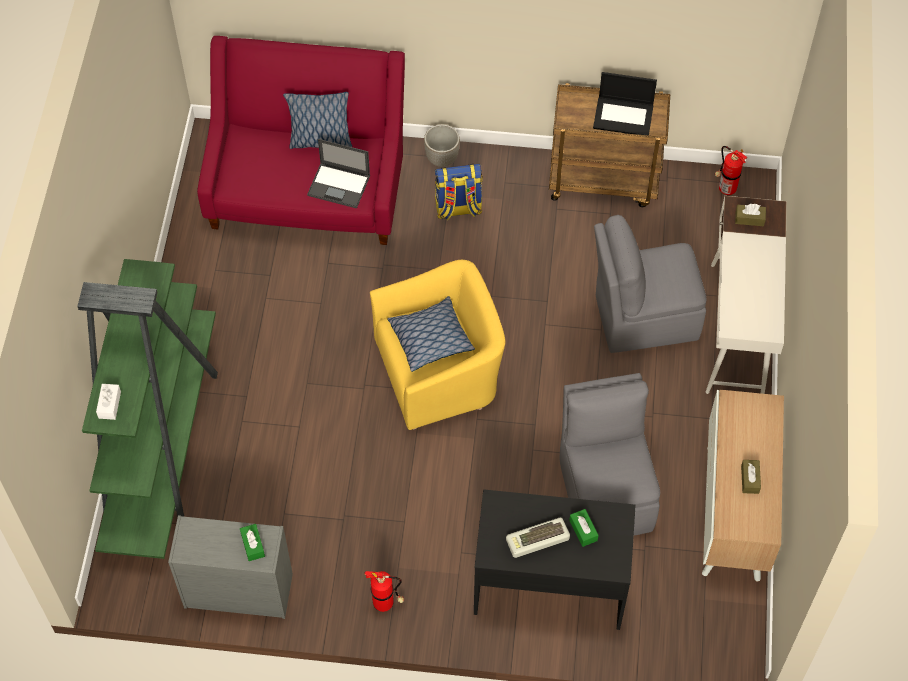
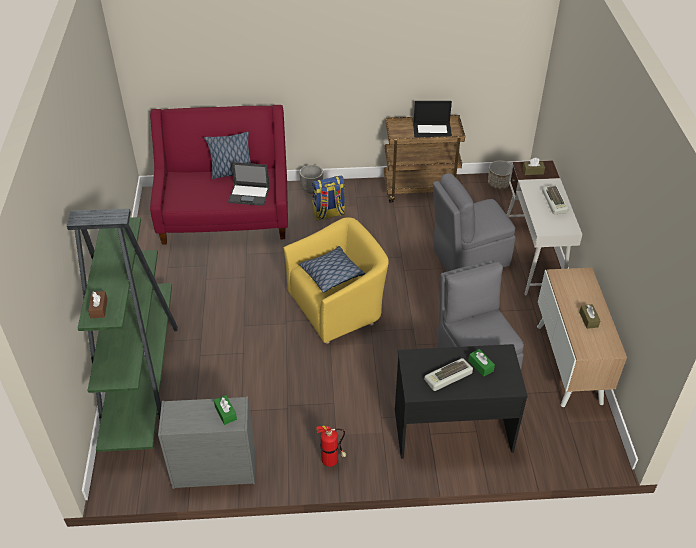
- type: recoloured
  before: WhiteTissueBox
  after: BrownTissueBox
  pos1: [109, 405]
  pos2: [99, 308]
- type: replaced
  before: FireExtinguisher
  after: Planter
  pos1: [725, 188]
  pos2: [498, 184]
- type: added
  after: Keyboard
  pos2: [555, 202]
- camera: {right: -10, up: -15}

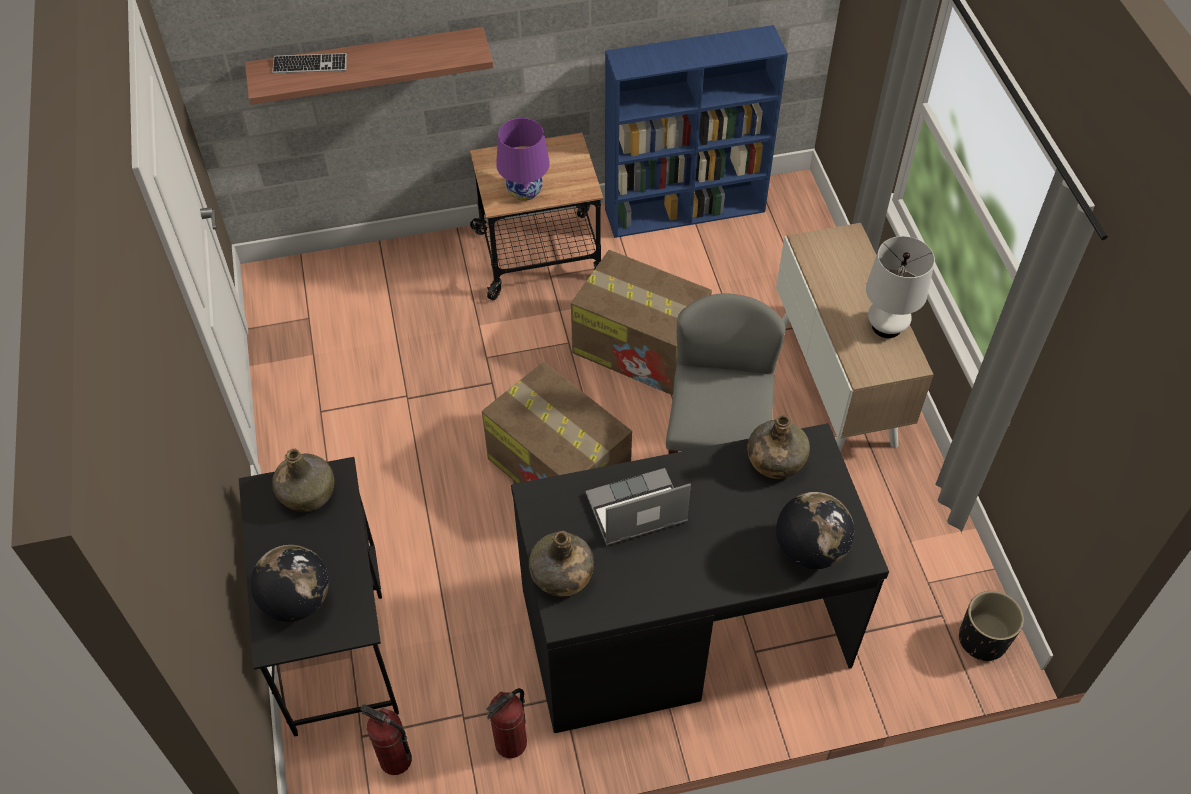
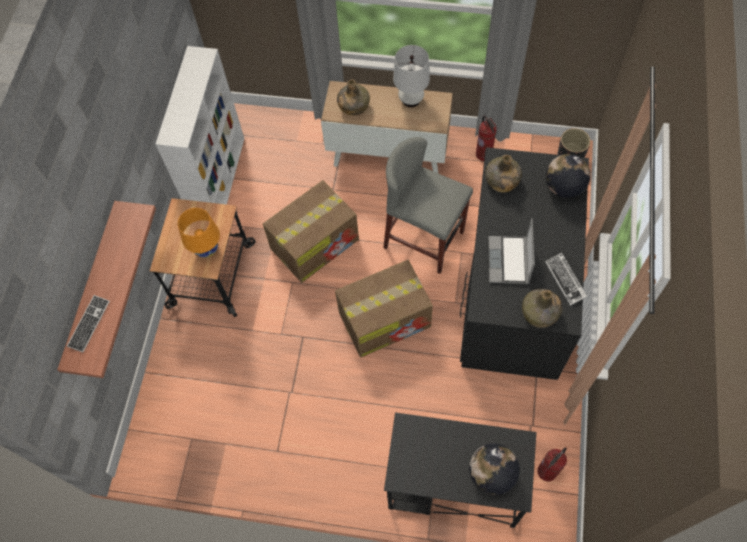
- type: recoloured
  before: BlueBookcase
  after: WhiteBookcase
  pos1: [686, 210]
  pos2: [219, 179]
- type: recoloured
  before: PurpleTableLamp
  after: OrangeTableLamp
  pos1: [525, 191]
  pos2: [206, 248]
- type: moved
  before: GreenBottle
  pos1: [307, 493]
  pos2: [353, 106]
- type: moved
  before: FireExtinguisher
  pos1: [511, 744]
  pos2: [484, 154]
- type: added
  after: Keyboard
  pos2: [565, 280]
- camera: {right: -65, up: 10}

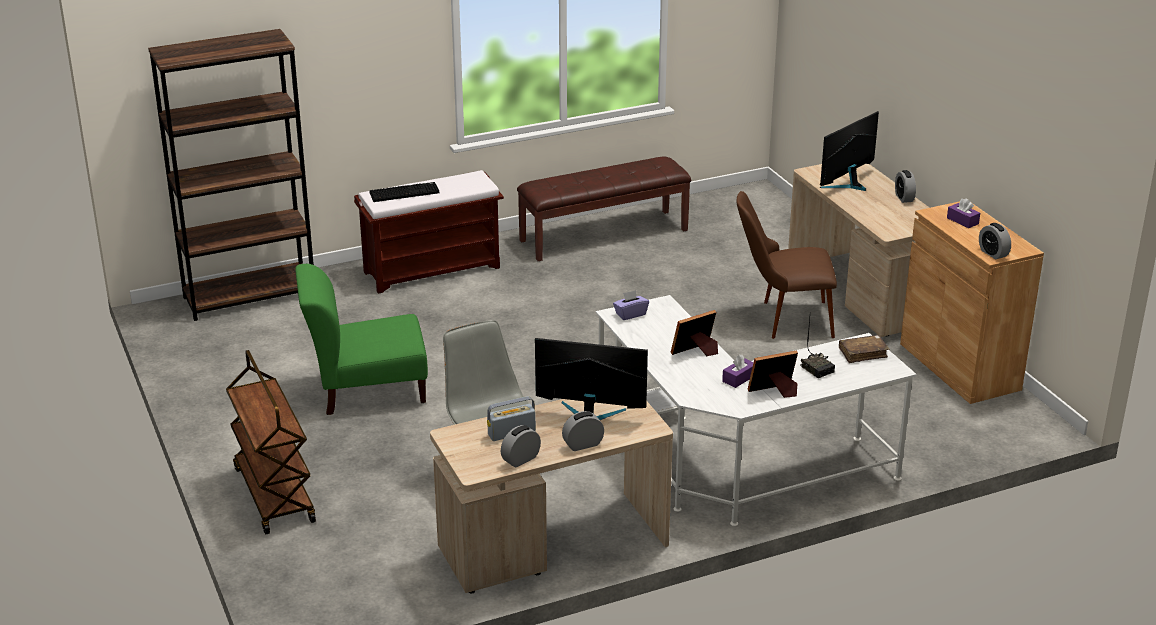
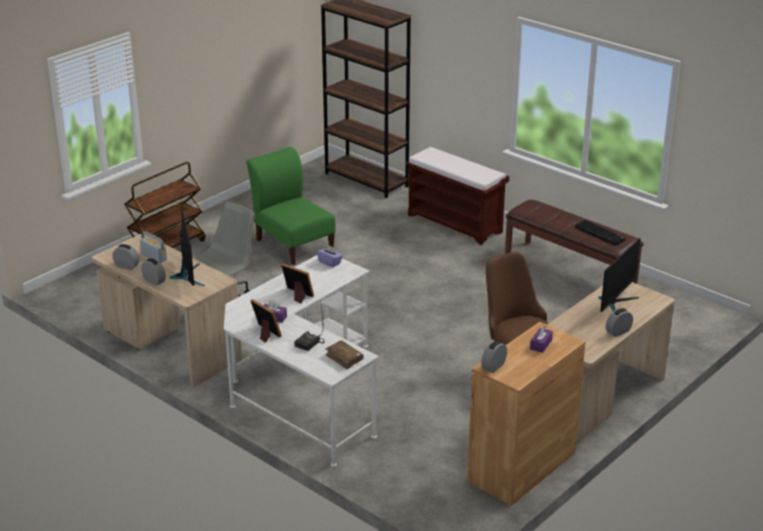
- type: moved
  before: Keyboard
  pos1: [405, 192]
  pos2: [600, 233]
- type: turned
  before: Monitor
  pos1: [848, 184]
  pos2: [615, 303]
  turn: 105
- camera: {right: 65, up: 0}

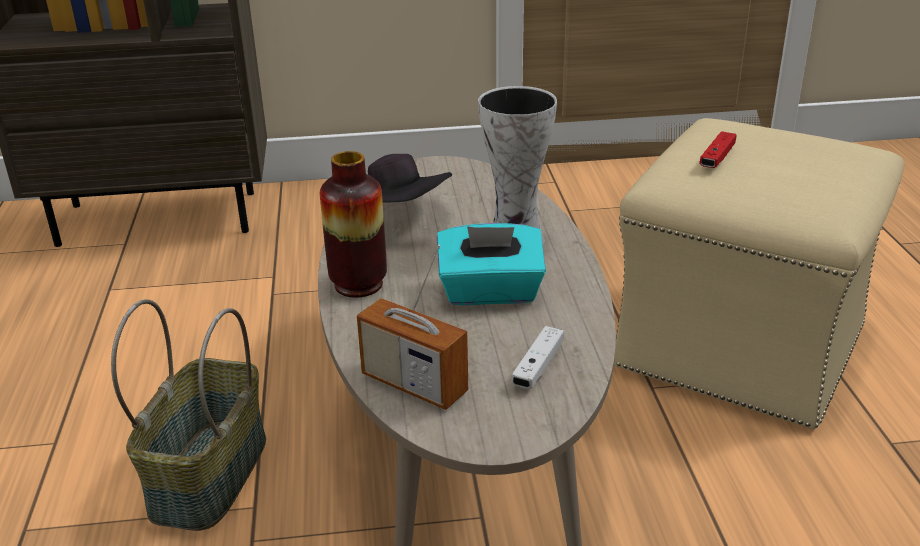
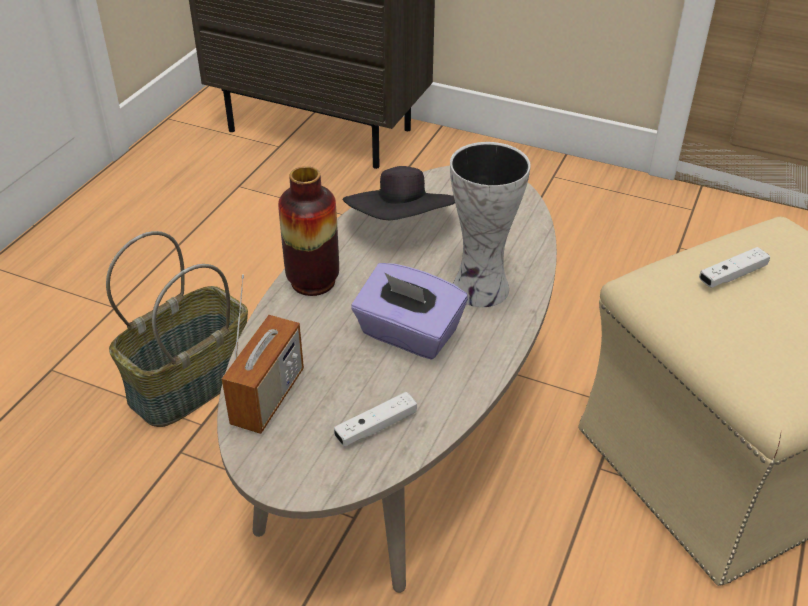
- type: turned
  before: Radio
  pos1: [414, 384]
  pos2: [268, 397]
  turn: -135
- type: recoloured
  before: TurquoiseTissueBox
  after: PurpleTissueBox
  pos1: [490, 292]
  pos2: [408, 334]
- type: recoloured
  before: RedGameController
  after: WhiteGameController
  pos1: [717, 158]
  pos2: [732, 275]
- camera: {right: 30, up: 10}

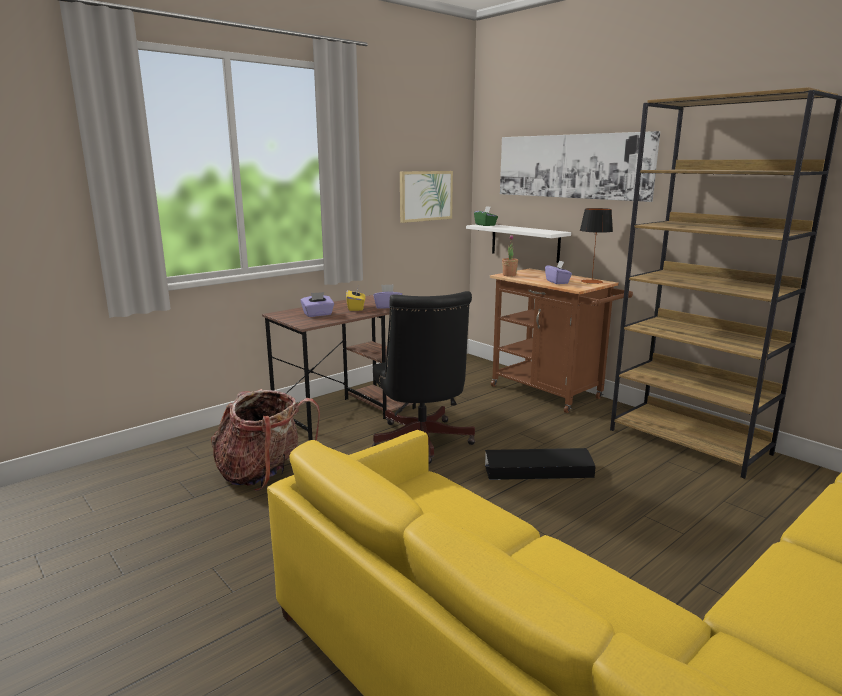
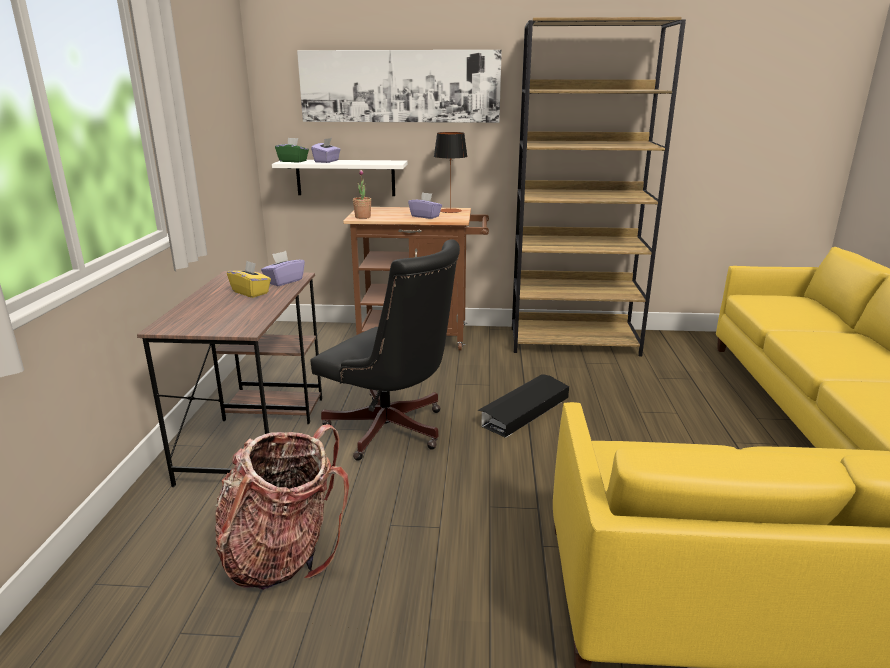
- type: moved
  before: PurpleTissueBox
  pos1: [318, 314]
  pos2: [327, 161]
- type: removed
  before: Picture
  pos1: [425, 196]
- camera: {right: -45, up: 5}

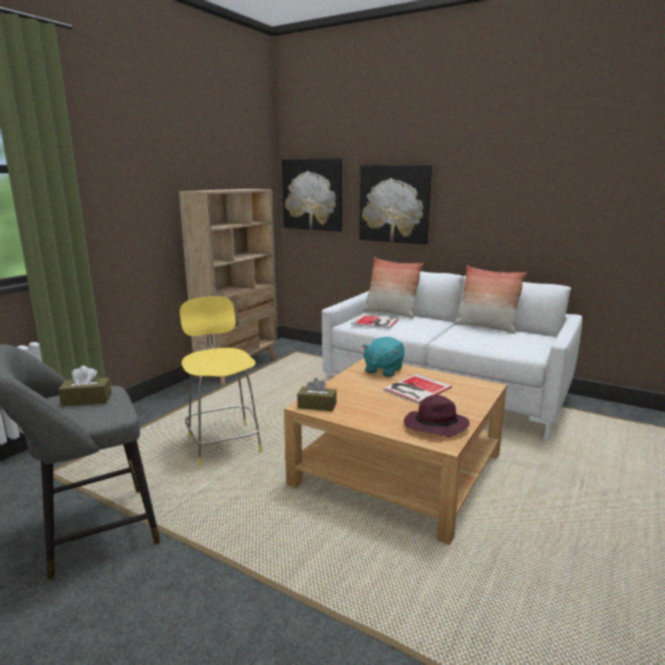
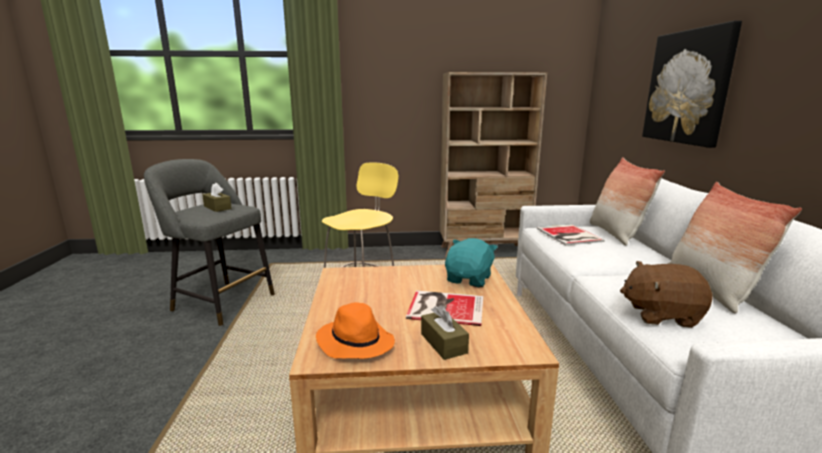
- type: recoloured
  before: PurpleHat
  after: OrangeHat
  pos1: [434, 426]
  pos2: [355, 342]
- type: moved
  before: BrownTissueBox
  pos1: [317, 405]
  pos2: [443, 343]
- type: turned
  before: TurquoisePlushToy
  pos1: [383, 370]
  pos2: [469, 279]
  turn: 120
- type: added
  after: BrownPlushToy
  pos2: [661, 314]
- type: removed
  before: Picture
  pos1: [313, 194]
- camera: {right: 55, up: 0}

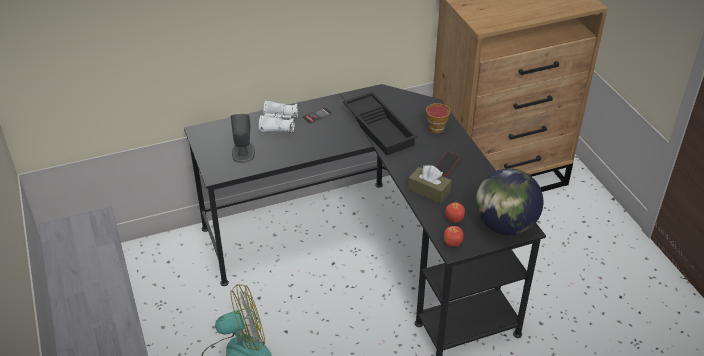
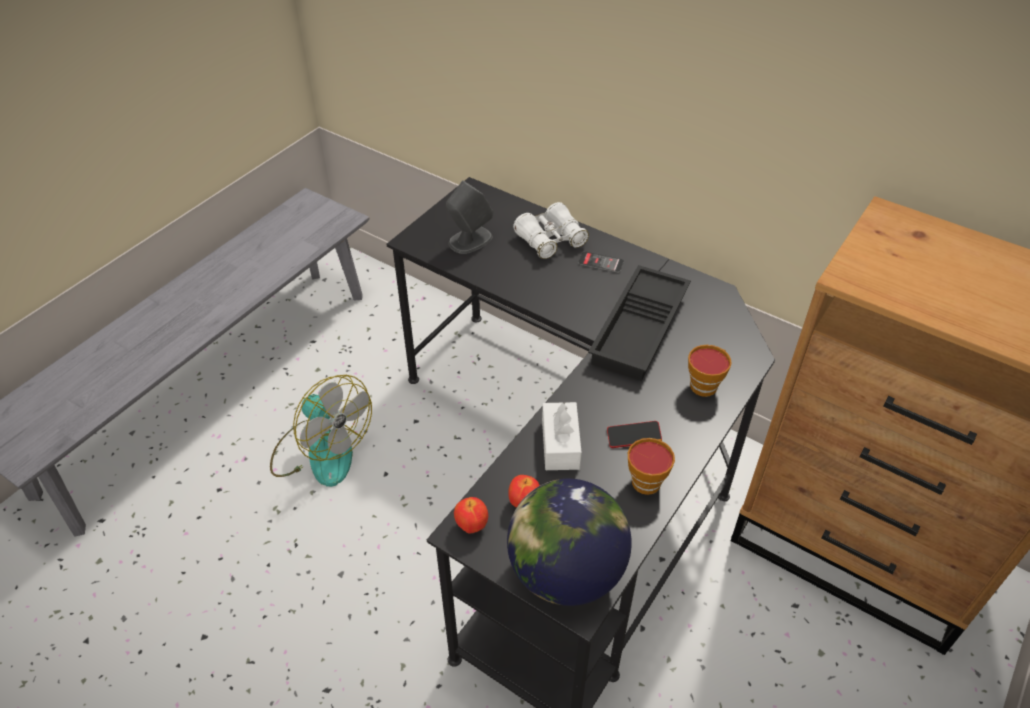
- type: recoloured
  before: BrownTissueBox
  after: WhiteTissueBox
  pos1: [429, 191]
  pos2: [560, 444]
- type: added
  after: Cup
  pos2: [647, 479]
- camera: {right: 55, up: 5}

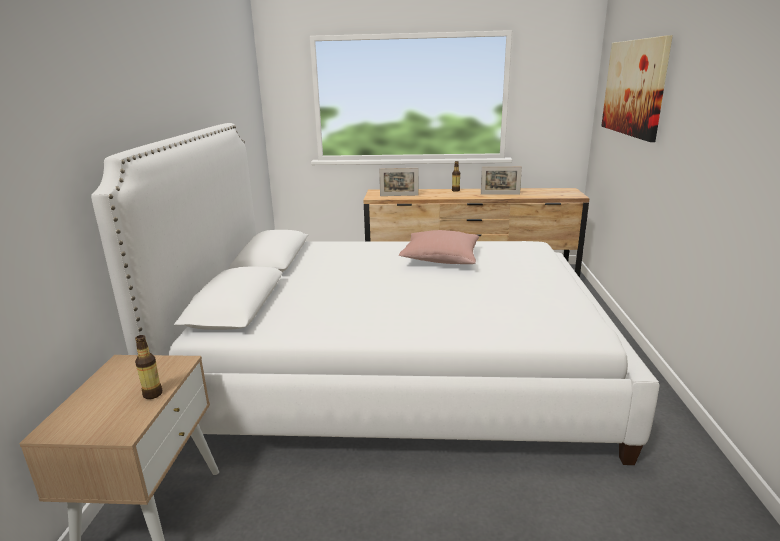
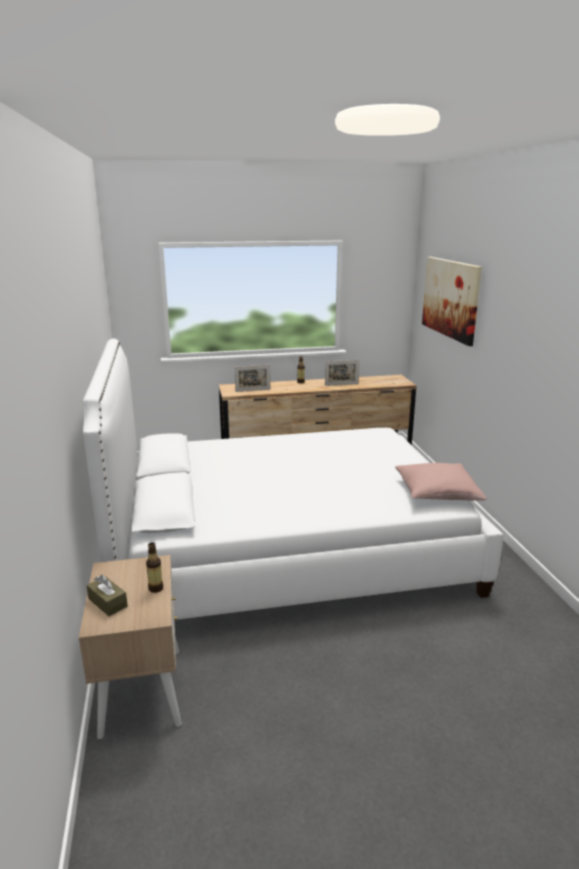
- type: added
  after: BrownTissueBox
  pos2: [108, 603]
- type: moved
  before: PinkPillow
  pos1: [440, 259]
  pos2: [437, 493]
- camera: {right: -15, up: 0}

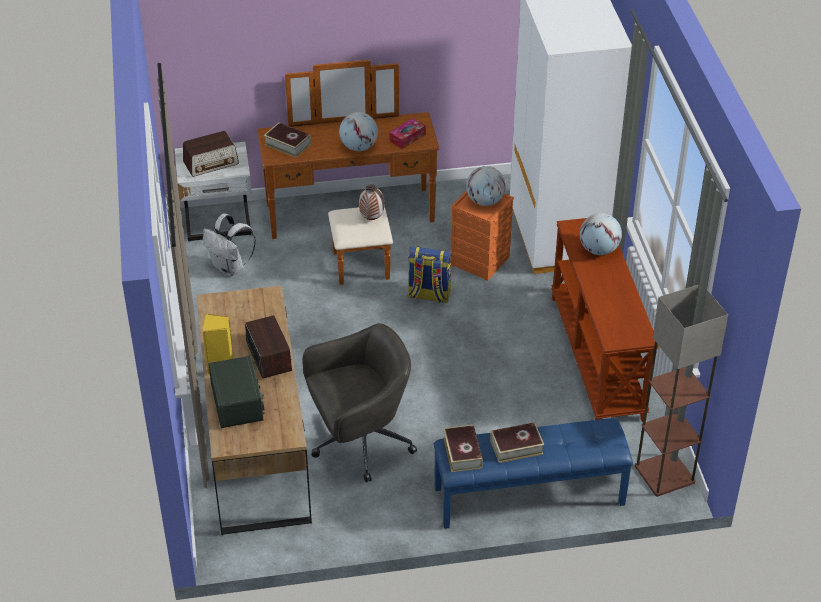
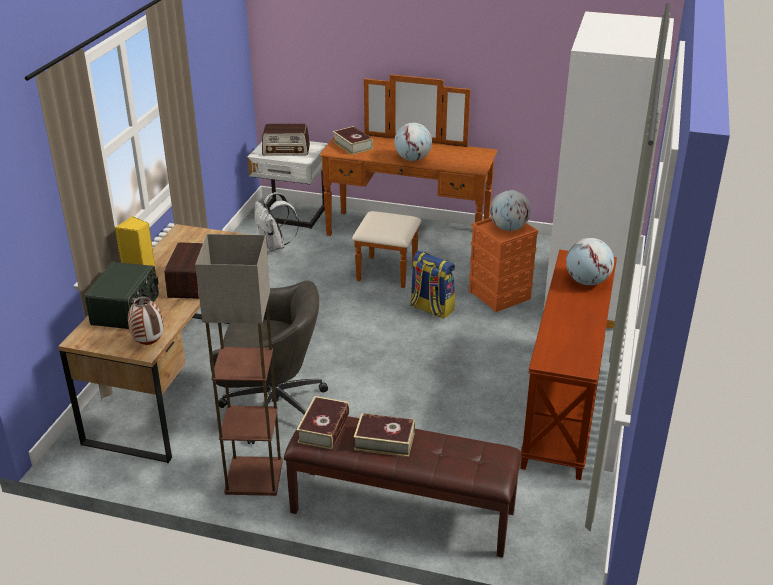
- type: moved
  before: Vase
  pos1: [371, 219]
  pos2: [148, 344]
- type: moved
  before: FloorLamp
  pos1: [664, 475]
  pos2: [253, 477]
- type: recoloured
  before: BlueBench
  after: BrownBench
  pos1: [529, 496]
  pos2: [401, 512]
- type: removed
  before: TissueBox
  pos1: [407, 138]
- camera: {right: 25, up: -10}

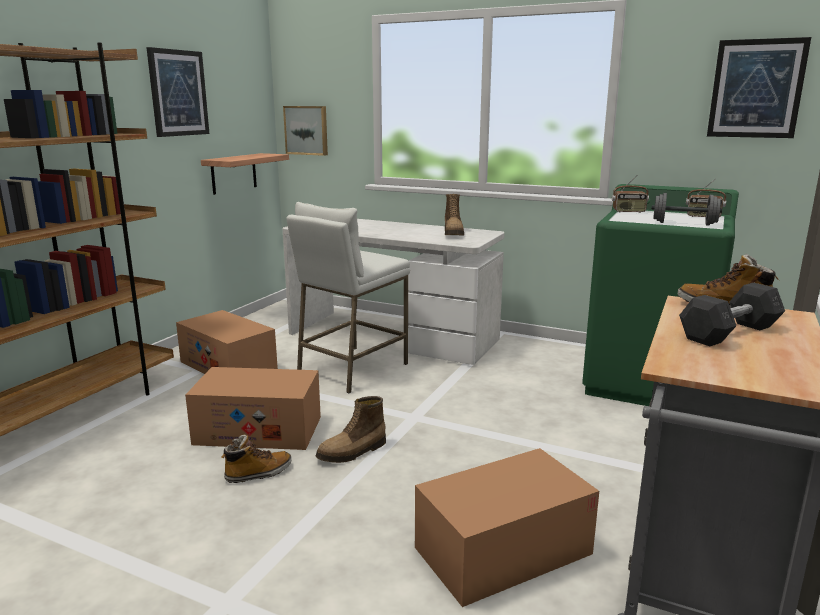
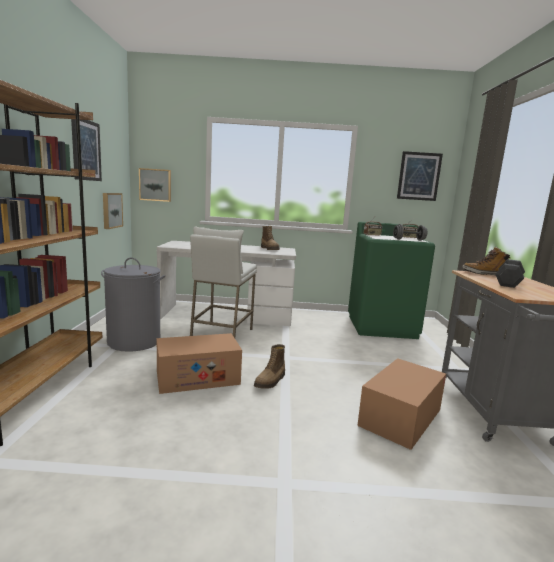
- type: replaced
  before: CardboardBox
  after: GreyLaundryBasket
  pos1: [228, 365]
  pos2: [134, 341]
- type: replaced
  before: Shelf
  after: Picture
  pos1: [234, 173]
  pos2: [111, 210]
- type: removed
  before: Boot
  pos1: [258, 473]
- camera: {right: -25, up: -5}

